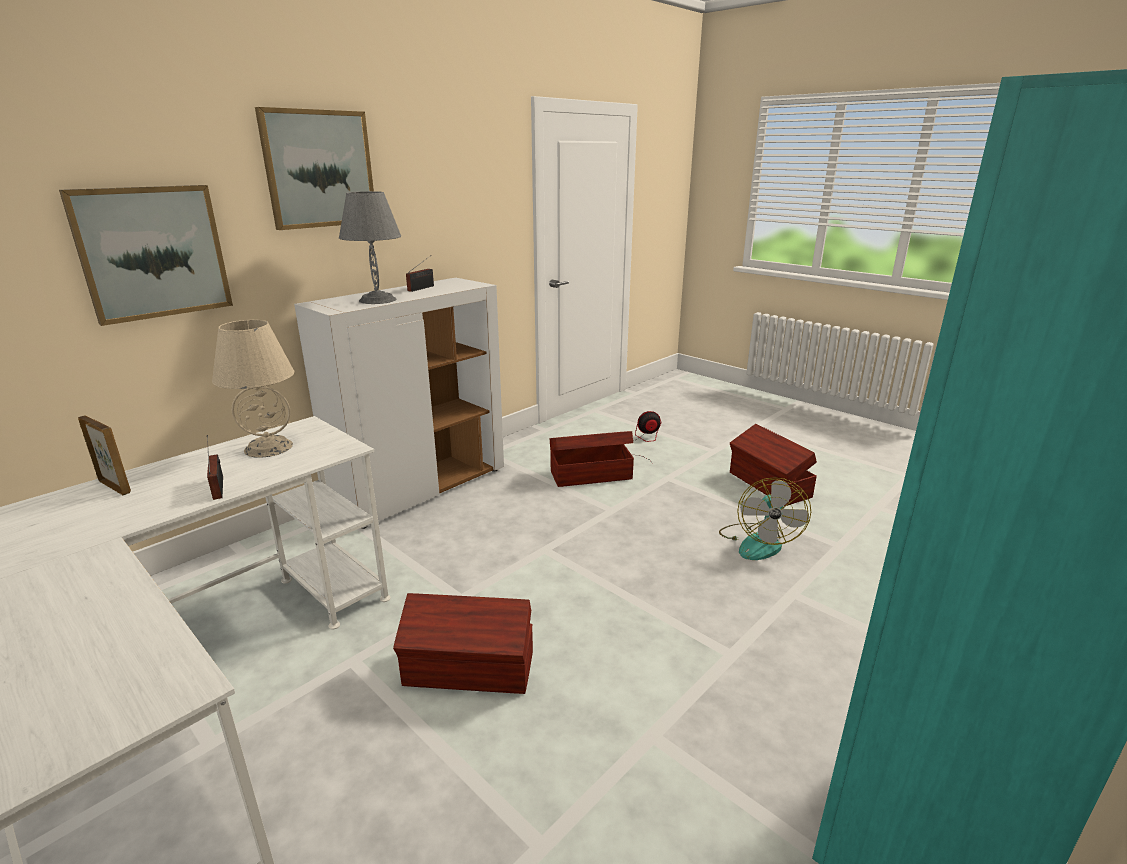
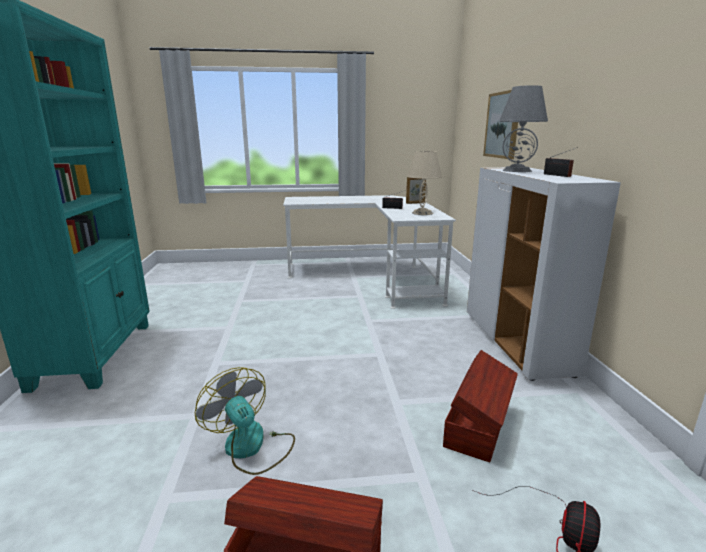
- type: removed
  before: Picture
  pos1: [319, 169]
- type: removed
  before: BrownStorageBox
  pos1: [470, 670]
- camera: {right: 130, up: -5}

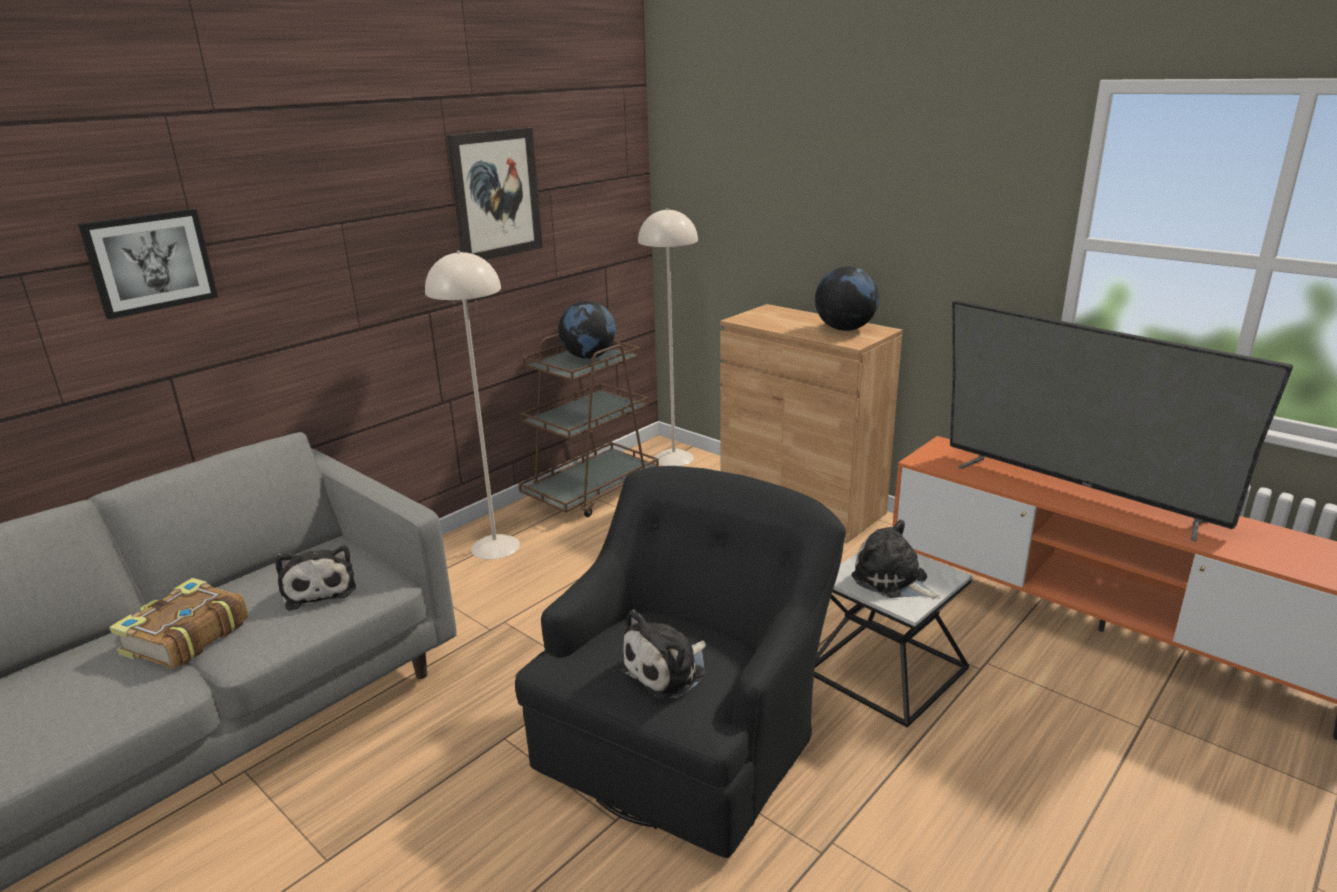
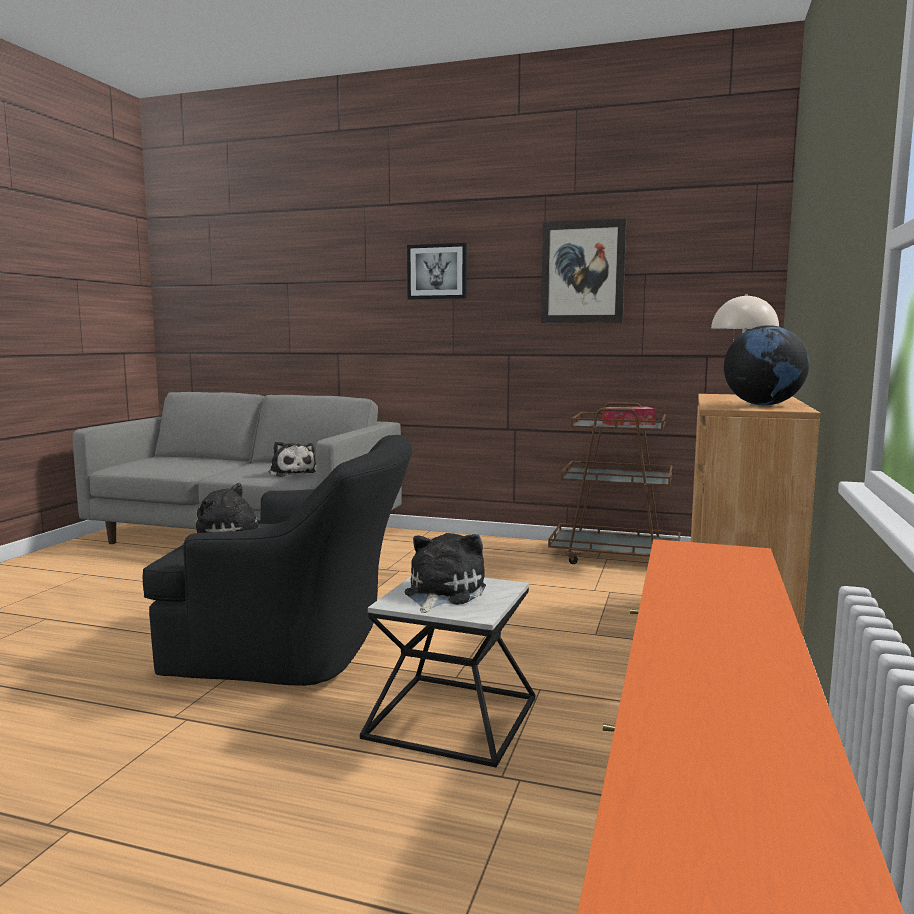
- type: turned
  before: PlushToy
  pos1: [319, 589]
  pos2: [291, 473]
  turn: -75
- type: moved
  before: Picture
  pos1: [150, 262]
  pos2: [437, 271]
- type: replaced
  before: Globe
  after: TissueBox
  pos1: [589, 357]
  pos2: [628, 423]
- type: removed
  before: Book
  pos1: [184, 638]
- type: removed
  before: BeigeFloorLamp
  pos1: [496, 546]
- type: removed
  before: Television
  pos1: [1076, 491]
- camera: {right: 65, up: -15}

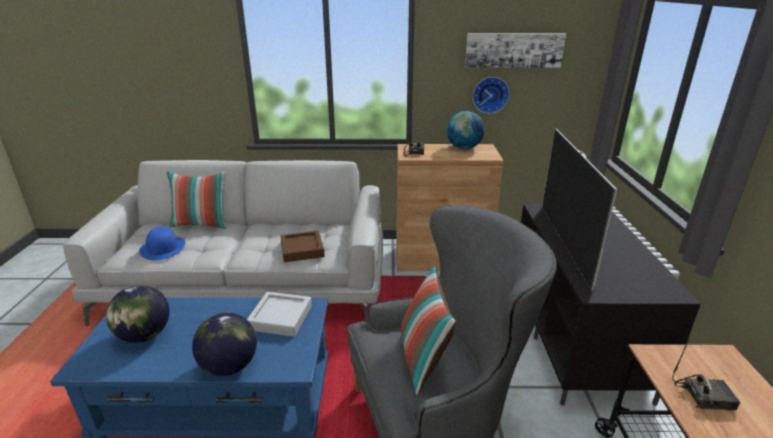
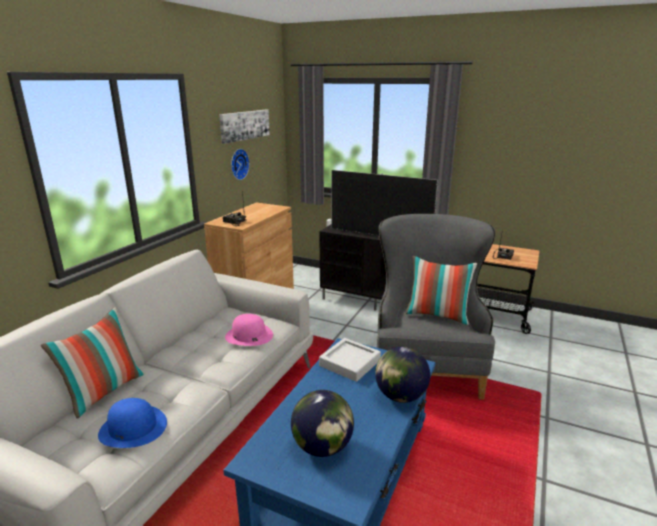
- type: replaced
  before: BrownTray
  after: PinkHat
  pos1: [302, 250]
  pos2: [249, 335]
- type: removed
  before: Globe
  pos1: [464, 148]
- camera: {right: -65, up: -5}

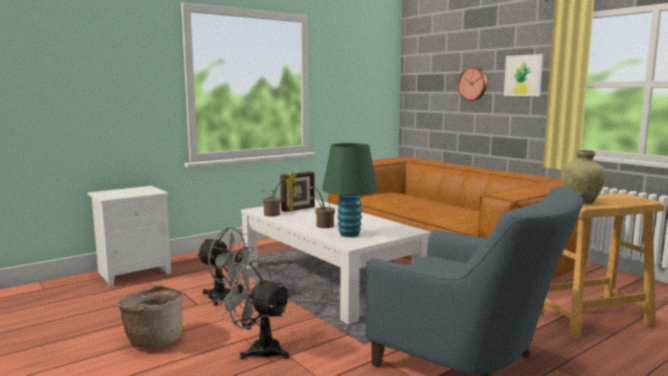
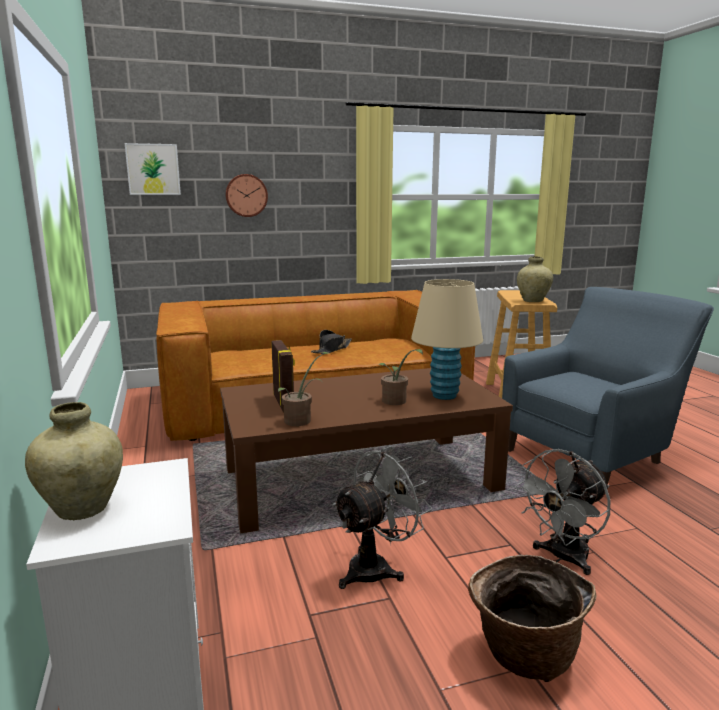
- type: added
  after: BeigeVase
  pos2: [82, 508]
- type: moved
  before: Picture
  pos1: [523, 75]
  pos2: [153, 169]
- type: recoloured
  before: WhiteCoffeeTable
  after: BrownCoffeeTable
  pos1: [328, 281]
  pos2: [361, 479]
- type: added
  after: BlackHat
  pos2: [332, 349]
- type: recoloured
  before: GreenTableLamp
  after: BeigeTableLamp
  pos1: [349, 234]
  pos2: [444, 395]
- camera: {right: -70, up: 5}

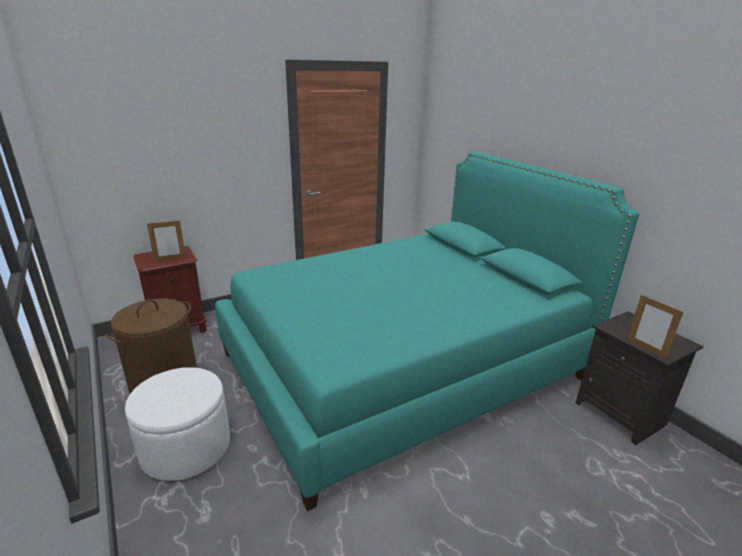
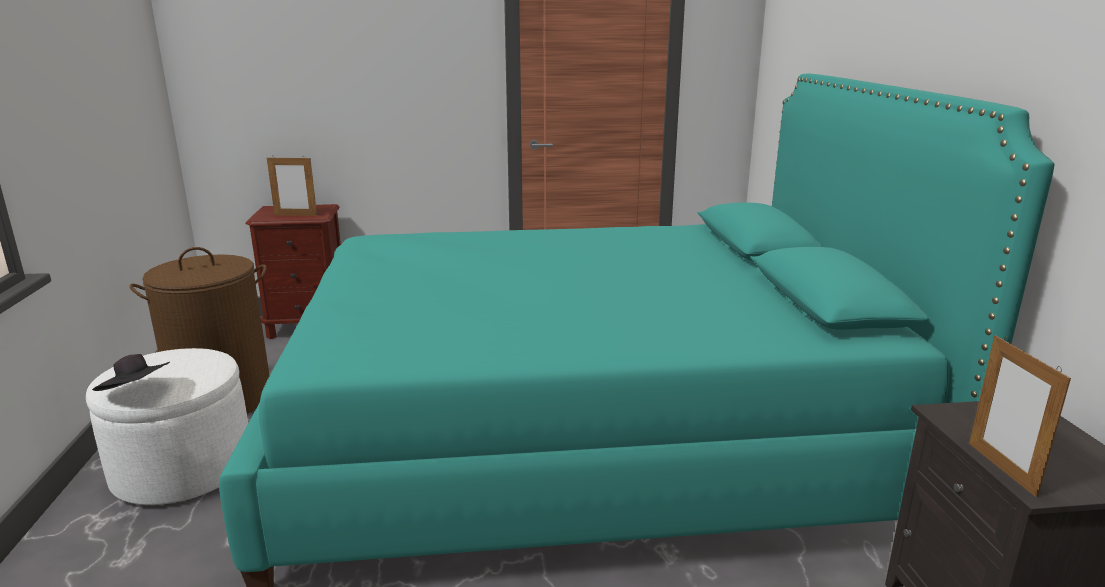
- type: added
  after: BlackHat
  pos2: [137, 393]
- camera: {right: 25, up: -5}

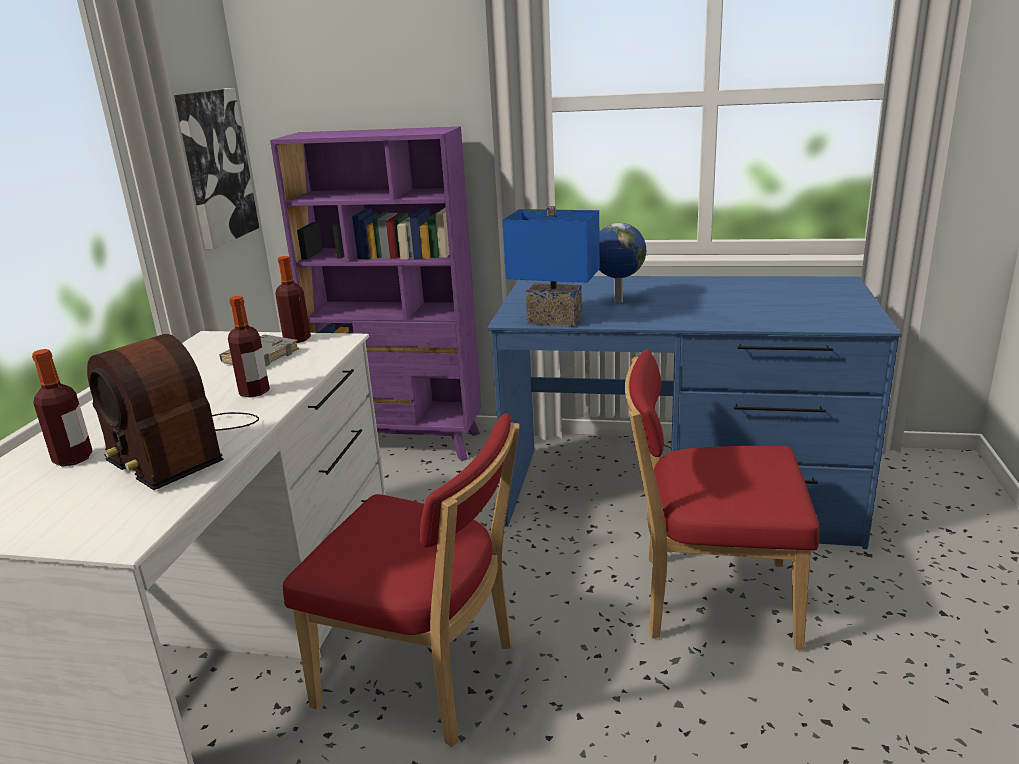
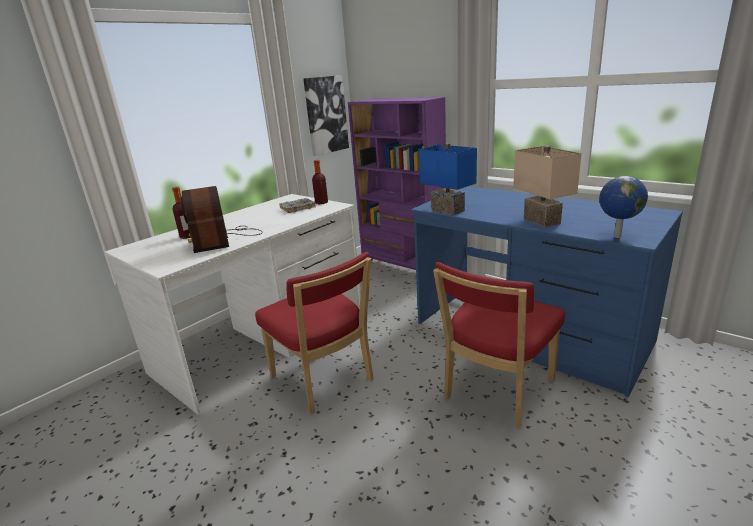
- type: turned
  before: RedChair
  pos1: [709, 599]
  pos2: [496, 392]
  turn: -90
- type: added
  after: BeigeTableLamp
  pos2: [543, 221]
- type: moved
  before: Globe
  pos1: [617, 301]
  pos2: [616, 236]
- type: removed
  before: Bottle
  pos1: [254, 392]
- camera: {right: 30, up: 0}

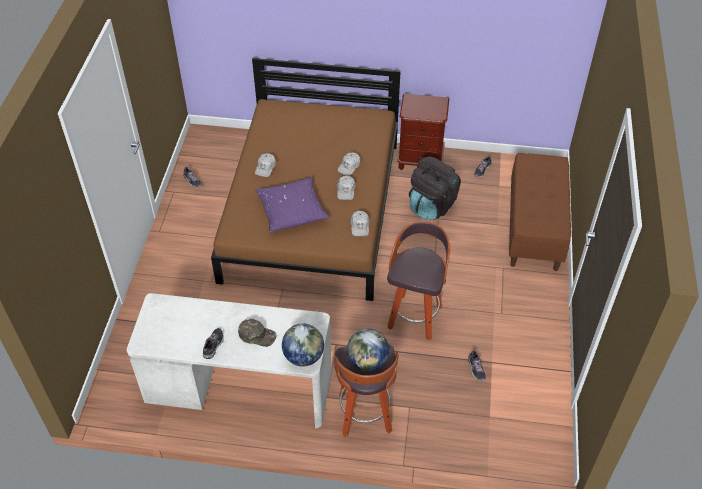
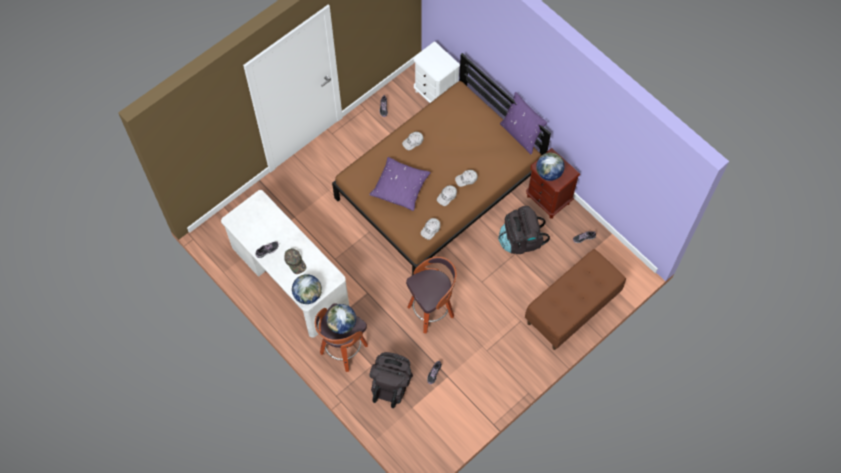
- type: added
  after: BlackBackpack
  pos2: [391, 384]
- type: added
  after: WhiteNightstand
  pos2: [435, 94]
- type: added
  after: PurplePillow
  pos2: [521, 134]
- type: added
  after: Globe
  pos2: [548, 173]
- camera: {right: 40, up: 15}

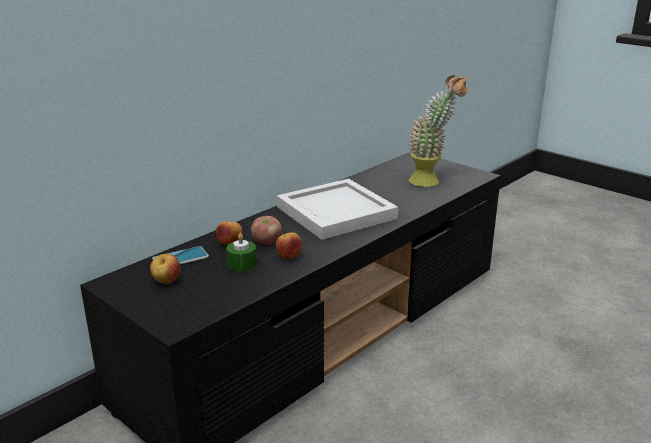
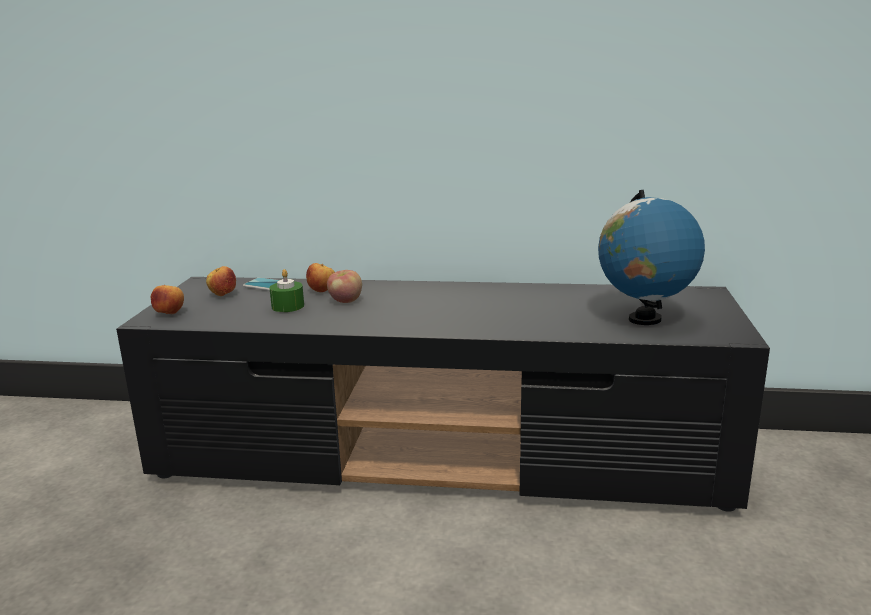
- type: moved
  before: Apple
  pos1: [288, 257]
  pos2: [170, 314]
- type: replaced
  before: PottedPlant
  after: Globe
  pos1: [432, 182]
  pos2: [644, 319]
- type: removed
  before: WhiteTray
  pos1: [338, 212]
- camera: {right: 55, up: -5}

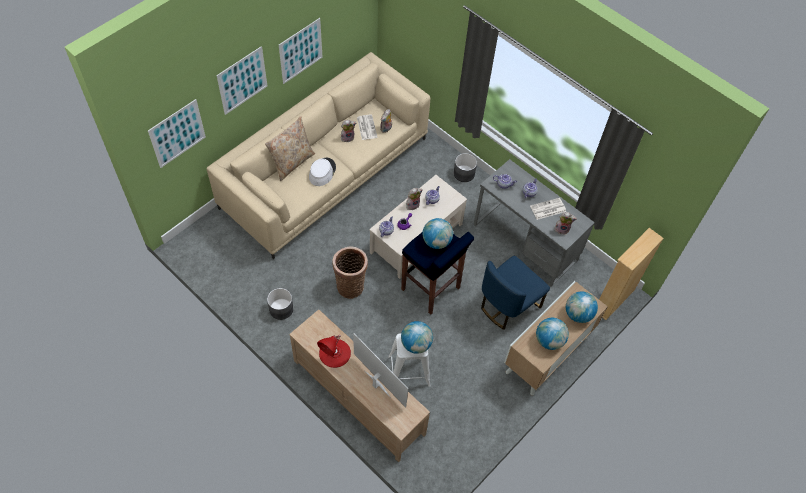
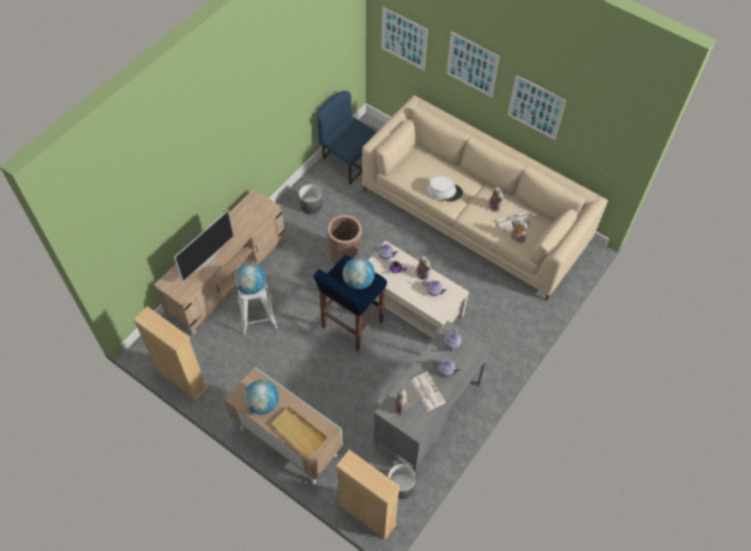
- type: added
  after: BeigeBookcase
  pos2: [182, 378]
- type: replaced
  before: Globe
  after: BeigeTray
  pos1: [578, 314]
  pos2: [298, 432]
- type: moved
  before: BlueChair
  pos1: [508, 305]
  pos2: [348, 160]
- type: moved
  before: GreyPlanter
  pos1: [464, 174]
  pos2: [400, 486]
- type: removed
  before: BeigePillow
  pos1: [292, 162]
- type: removed
  before: RedTableLamp
  pos1: [335, 353]
- camera: {right: 85, up: 0}

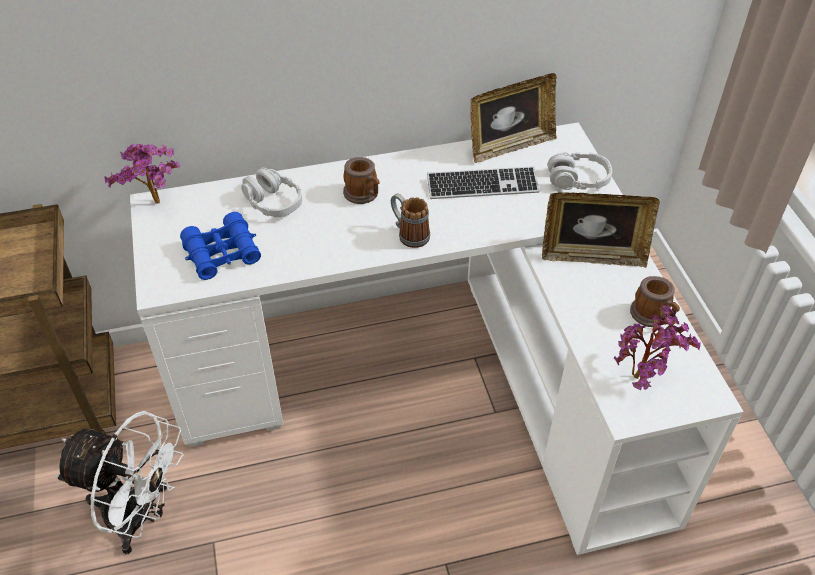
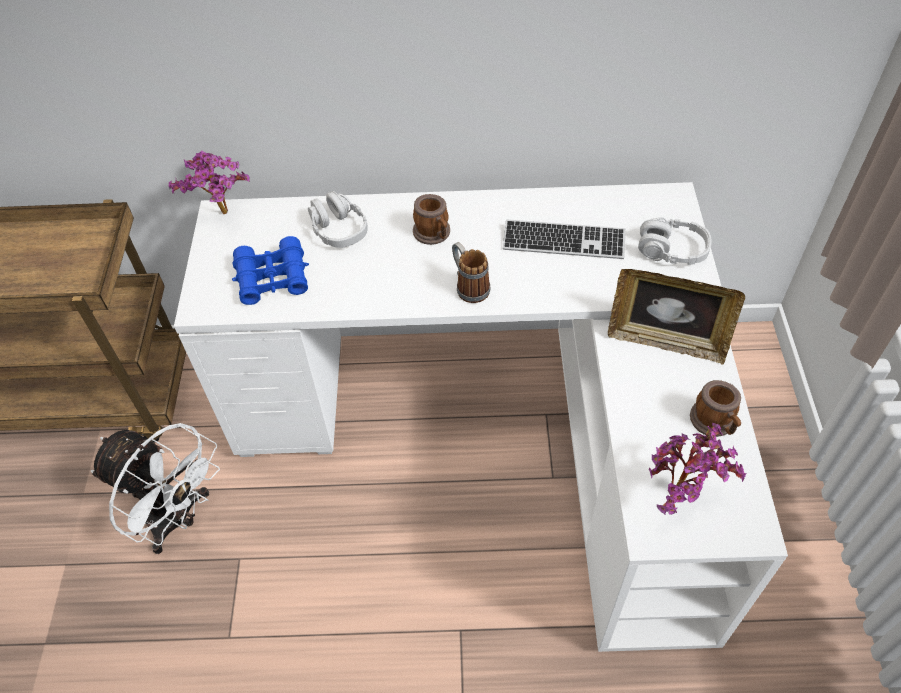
- type: removed
  before: PictureFrame
  pos1: [510, 146]
- camera: {right: 15, up: 5}

